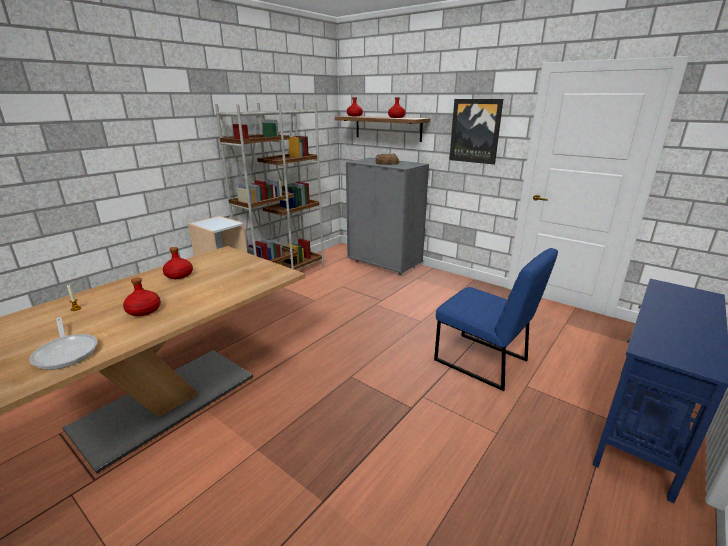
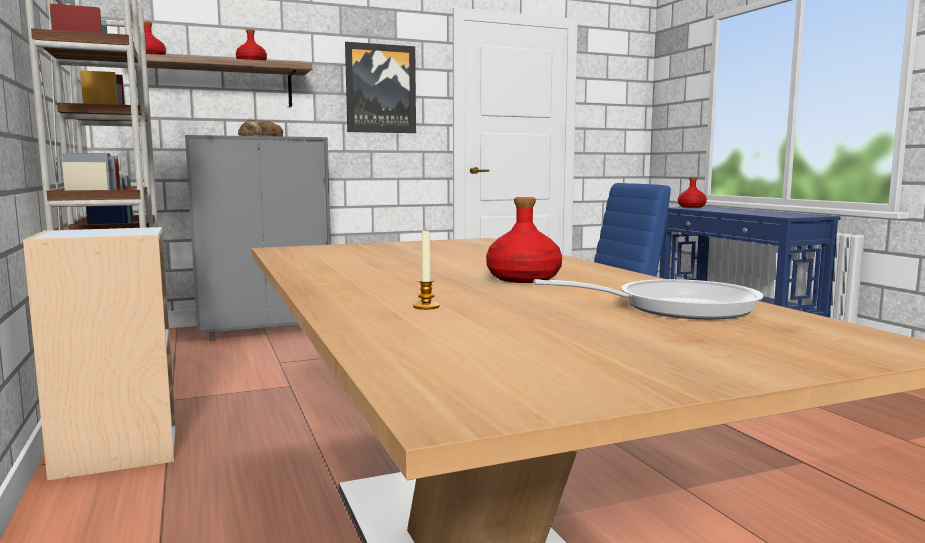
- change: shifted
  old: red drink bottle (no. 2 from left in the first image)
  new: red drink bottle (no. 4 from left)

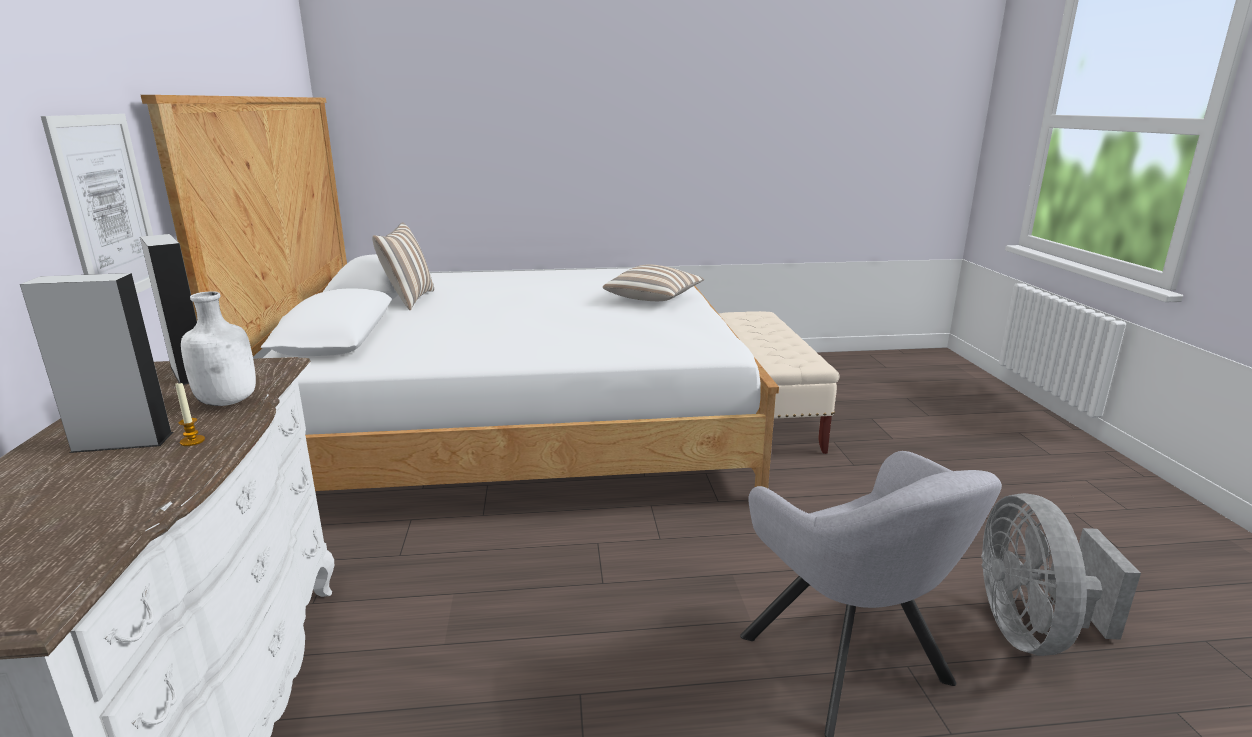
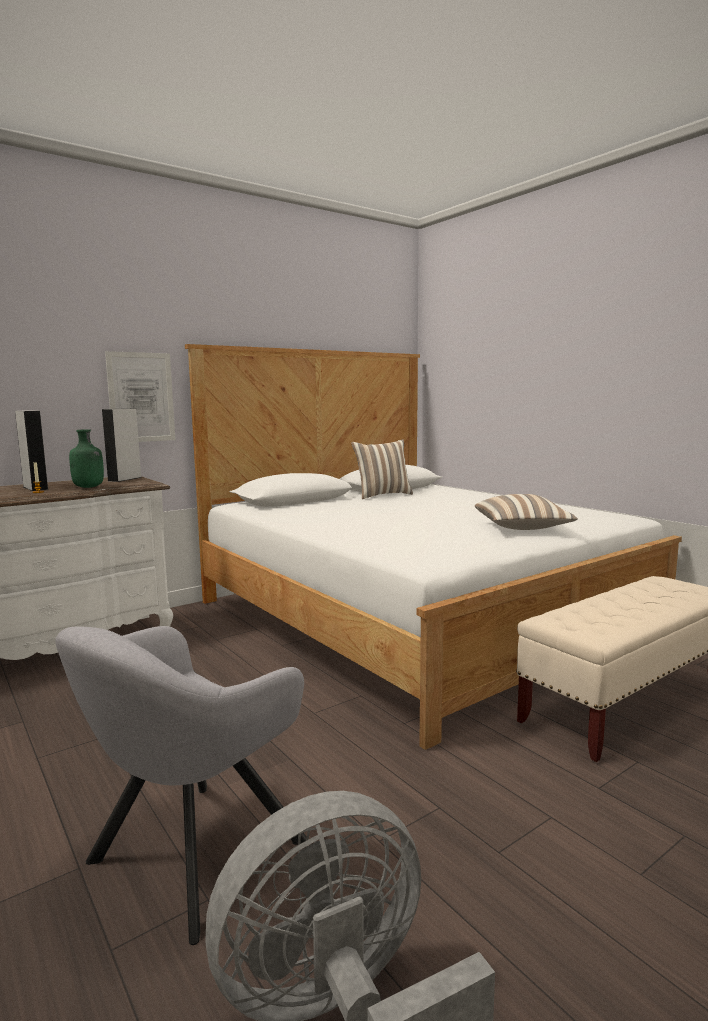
- change: repainted
  old: white drink bottle
  new: green drink bottle

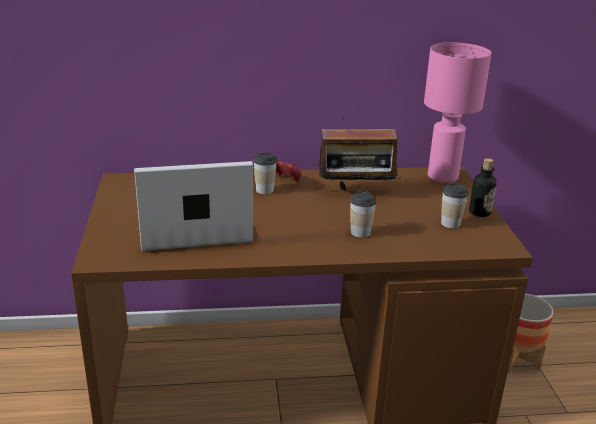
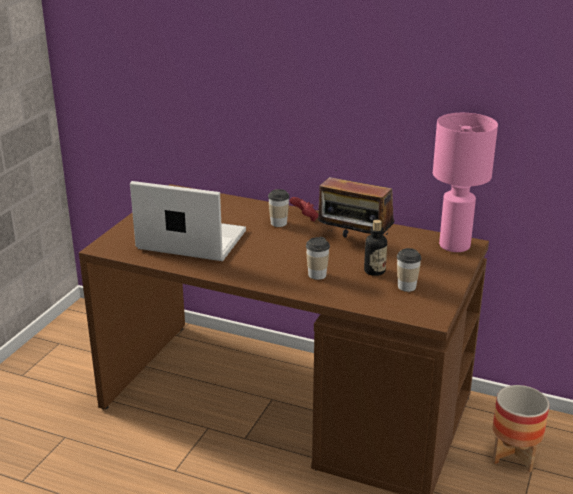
- change: shifted
  old: drink bottle

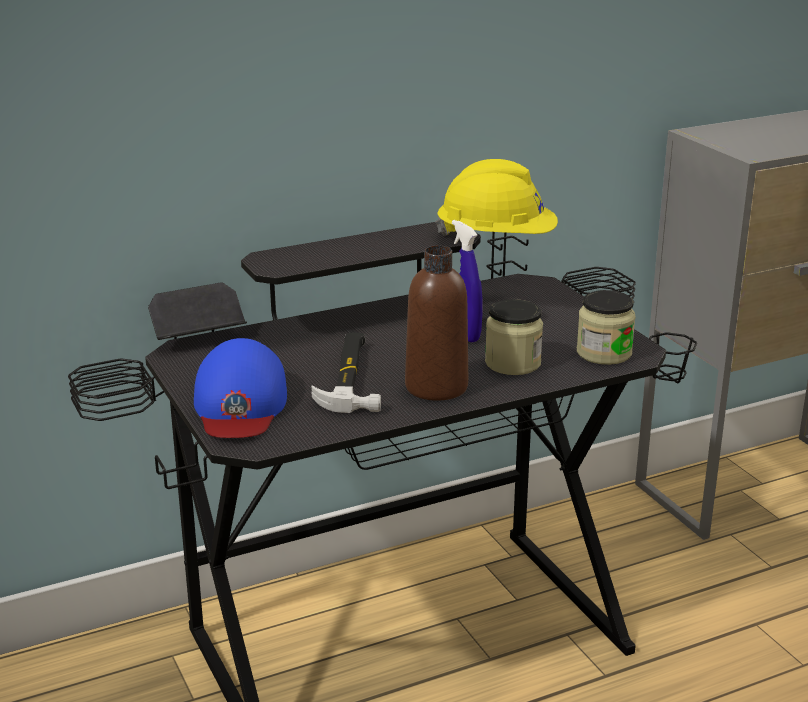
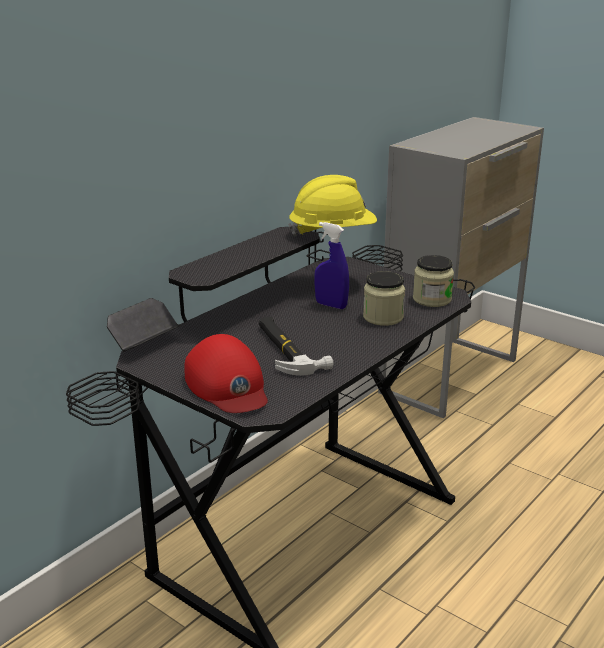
- change: repainted
  old: blue baseball cap
  new: red baseball cap
- change: gone
  old: brown-coloured drink bottle

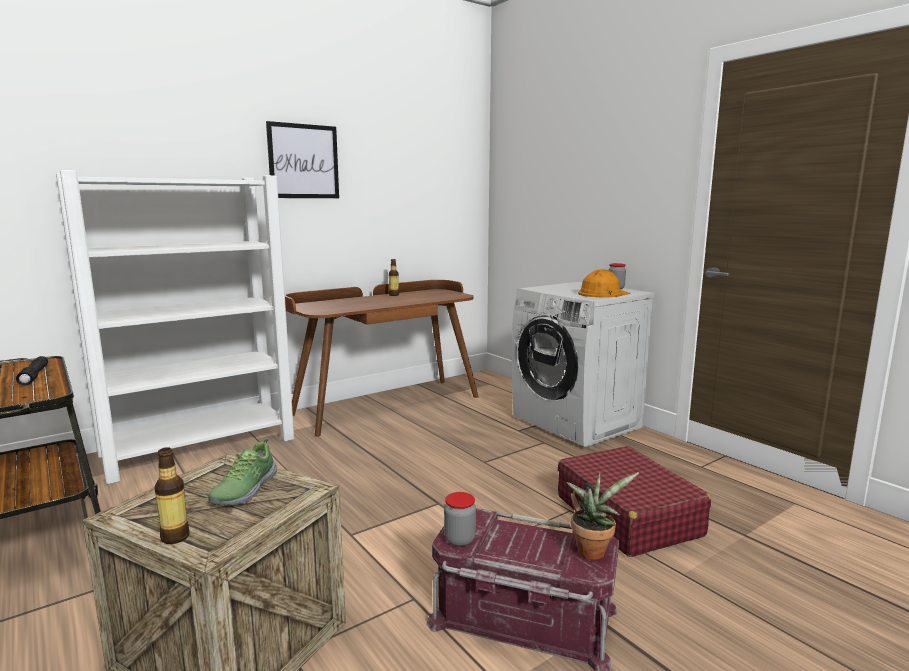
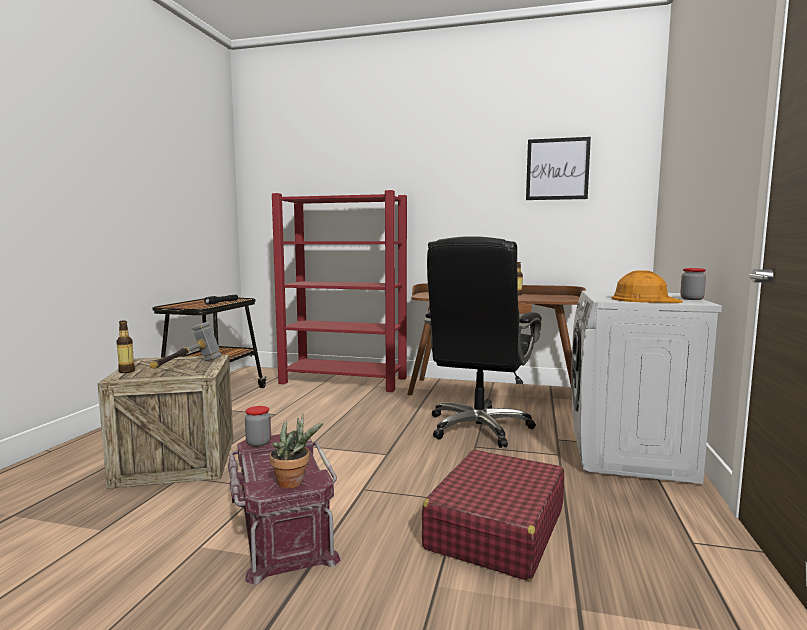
- change: repainted
  old: white bookshelf
  new: red bookshelf
- change: swapped
  old: item of footwear
  new: hammer
- change: shifted
  old: picture
- change: new
  new: black desk chair

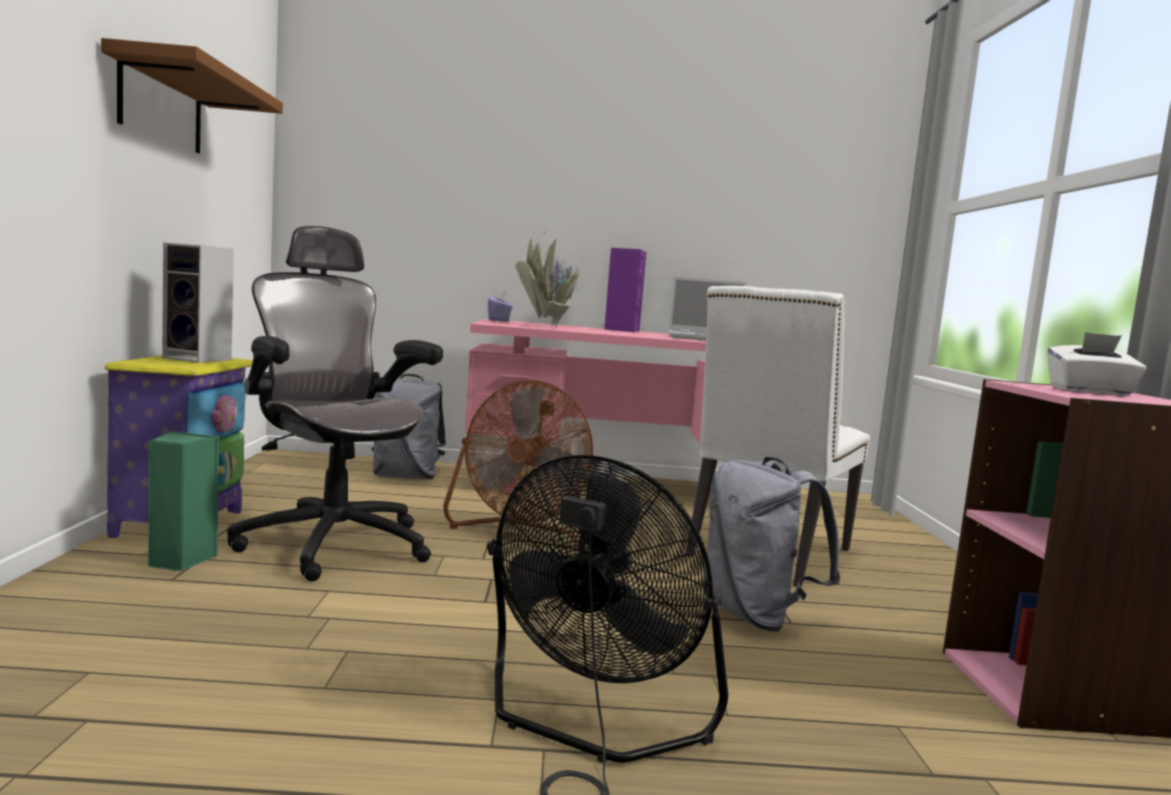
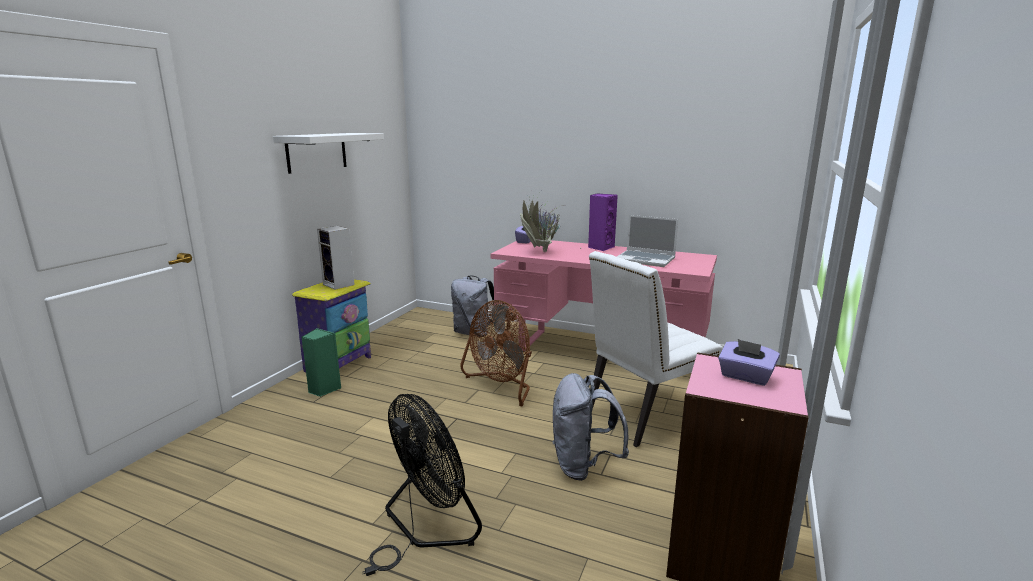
- change: repainted
  old: brown-coloured shelf
  new: white shelf
- change: gone
  old: desk chair
- change: repainted
  old: white tissue holder
  new: purplish tissue holder (no. 2 from left)

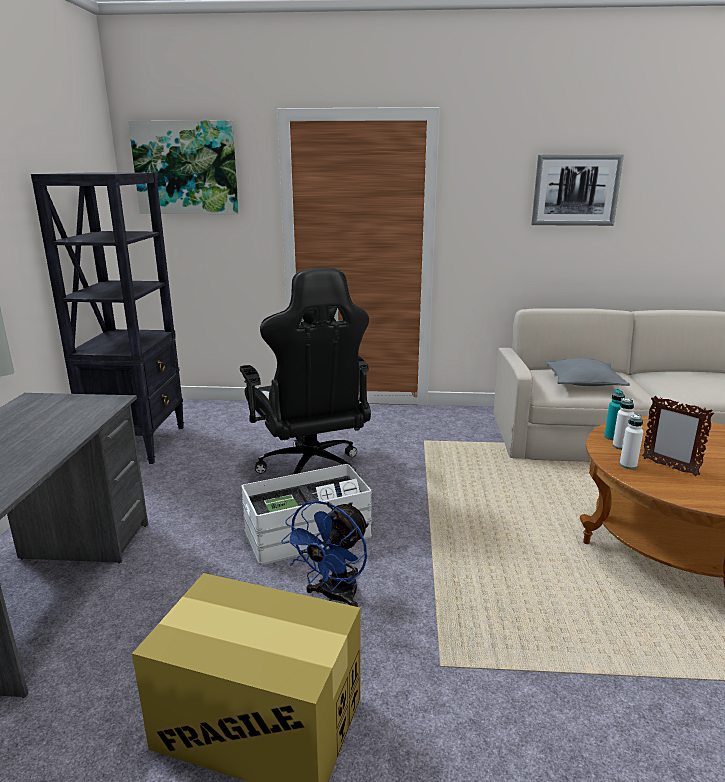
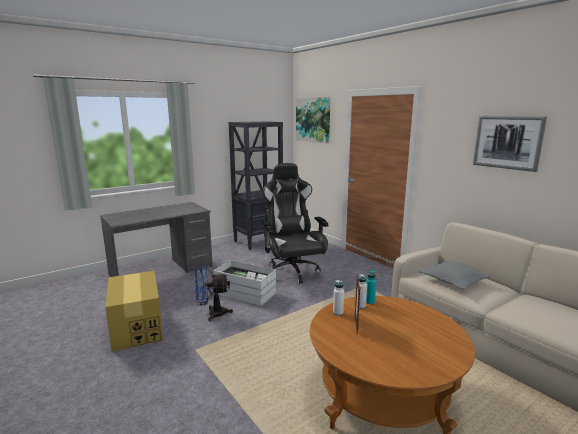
- change: rotated
  old: black desk chair
  degrees: 135

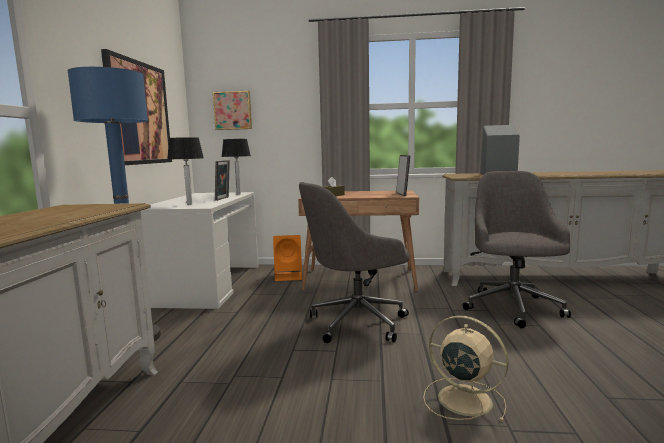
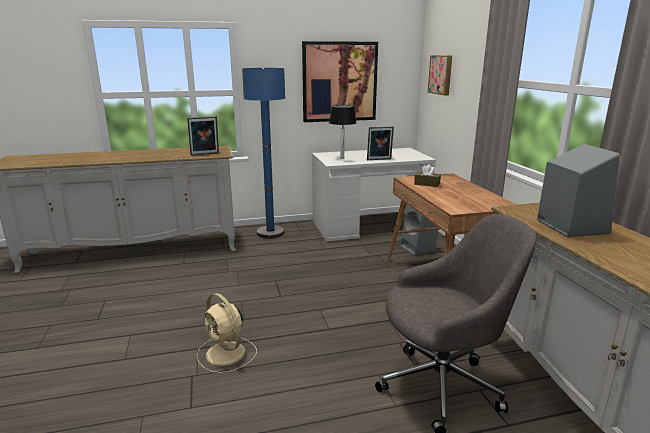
- change: gone
  old: table lamp (no. 2 from left)
- change: repainted
  old: orangey audio speaker
  new: gray audio speaker (no. 1 from left)
- change: gone
  old: gray desk chair (no. 1 from left)
- change: shifted
  old: picture frame (no. 2 from left in the first image)
  new: picture frame (no. 1 from left)
- change: rotated
  old: sand-coloured fan
  degrees: 120

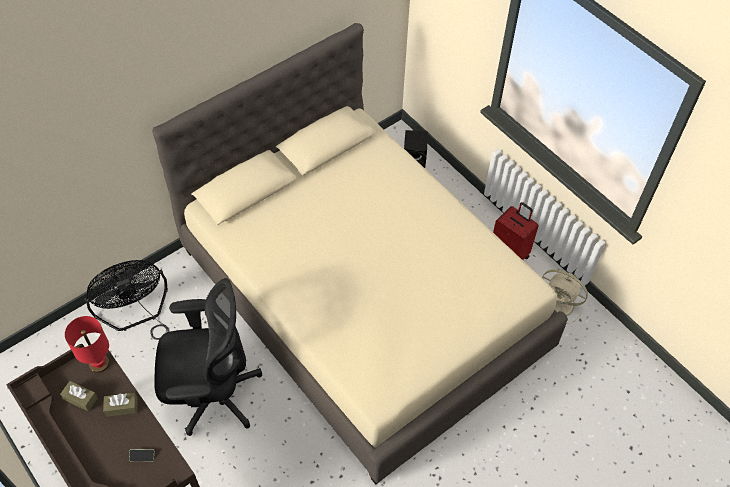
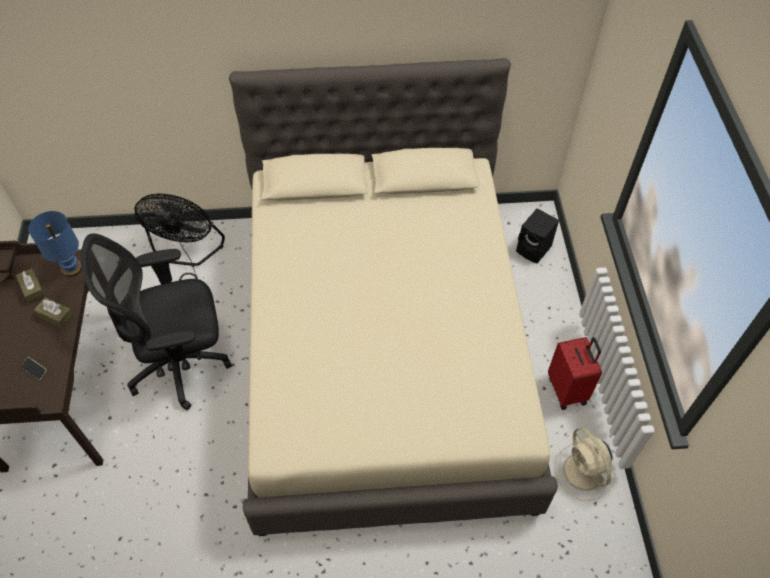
- change: repainted
  old: red table lamp
  new: blue table lamp
- change: rotated
  old: black desk chair
  degrees: 135

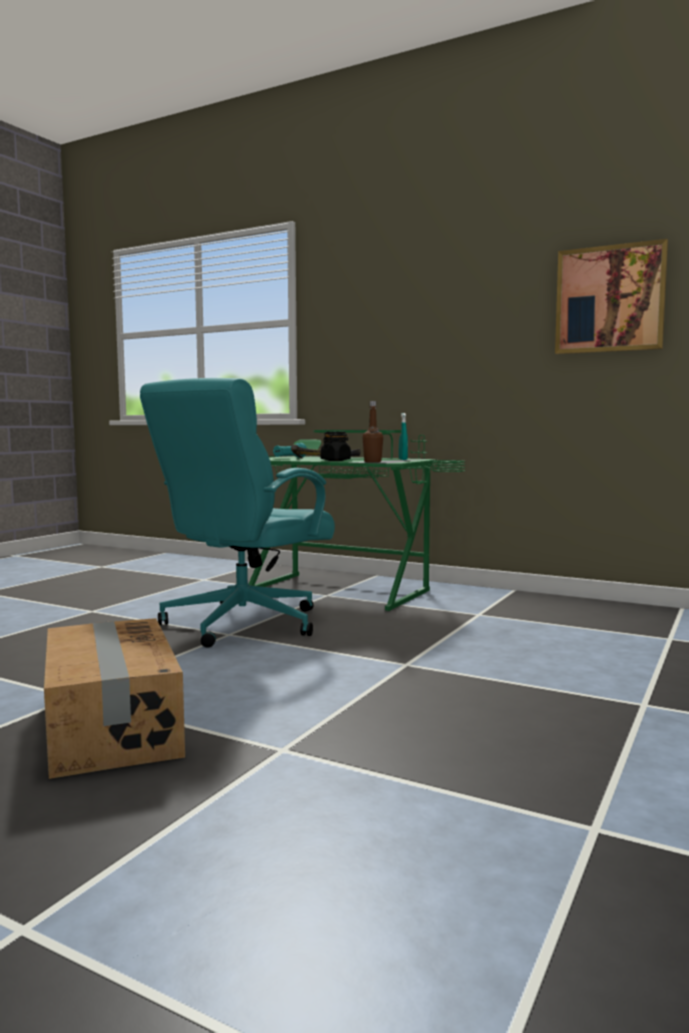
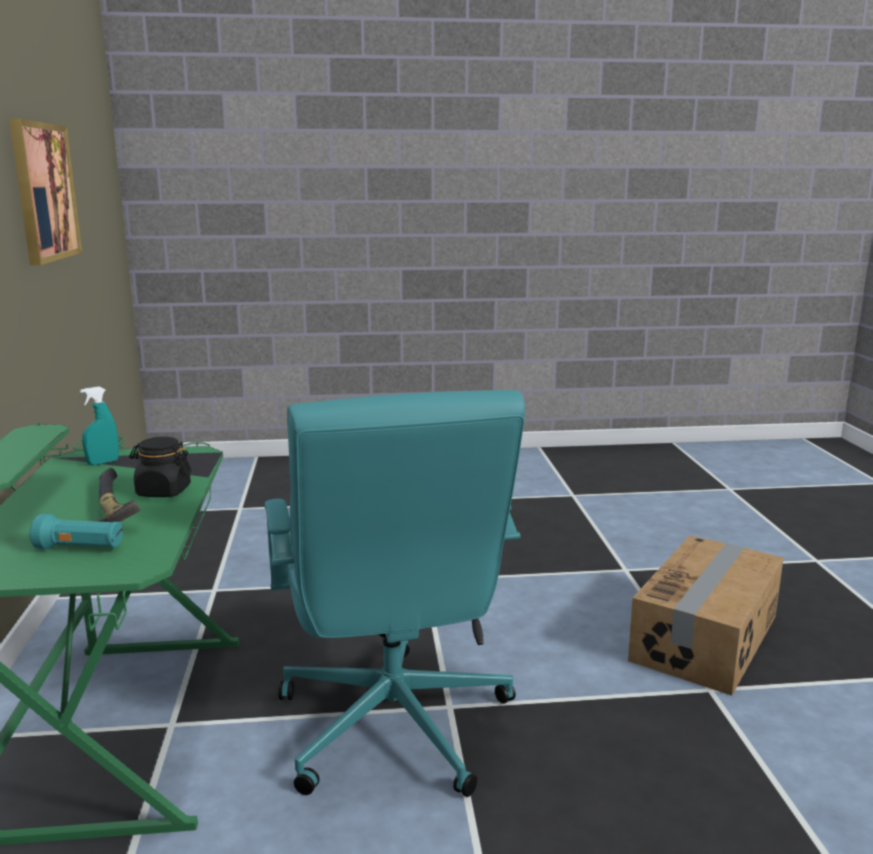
- change: rotated
  old: turquoise desk chair
  degrees: 75
- change: gone
  old: brown-coloured drink bottle

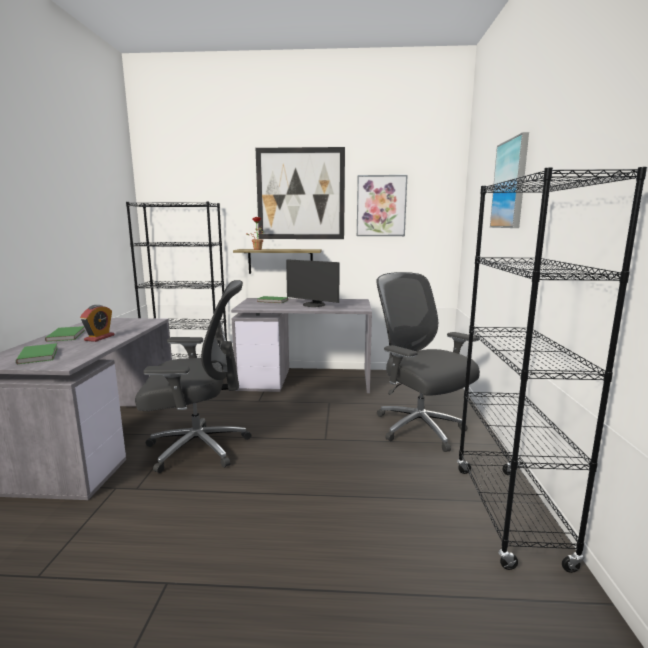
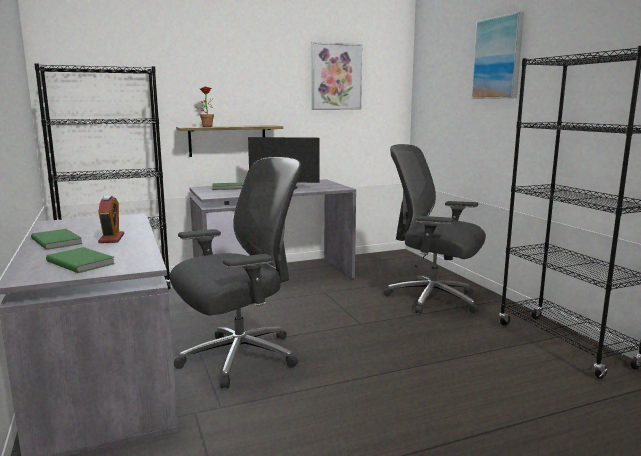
- change: gone
  old: picture (no. 1 from left)

